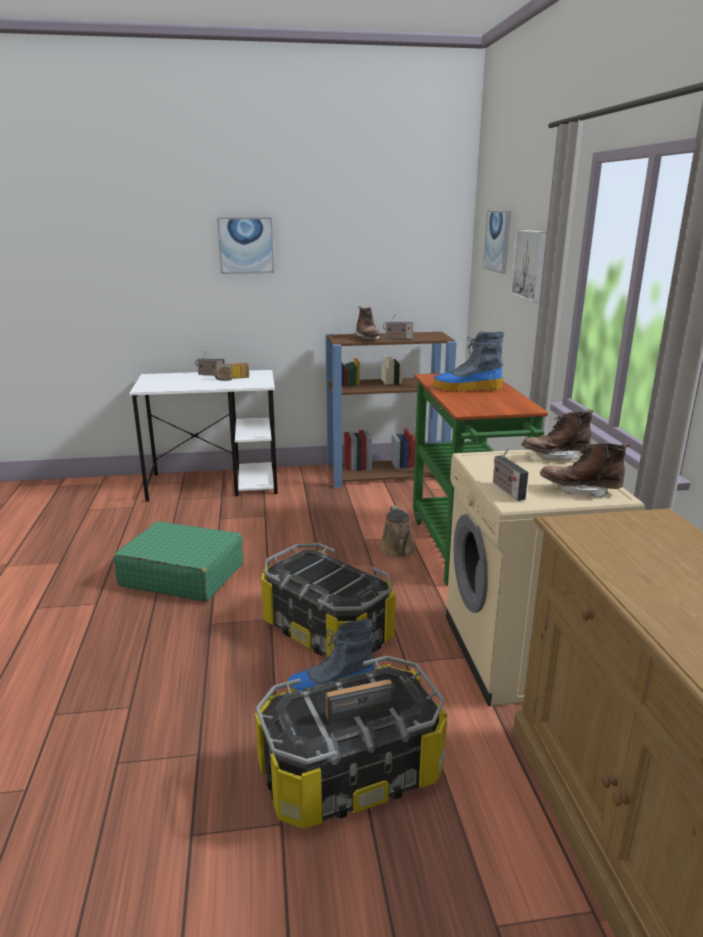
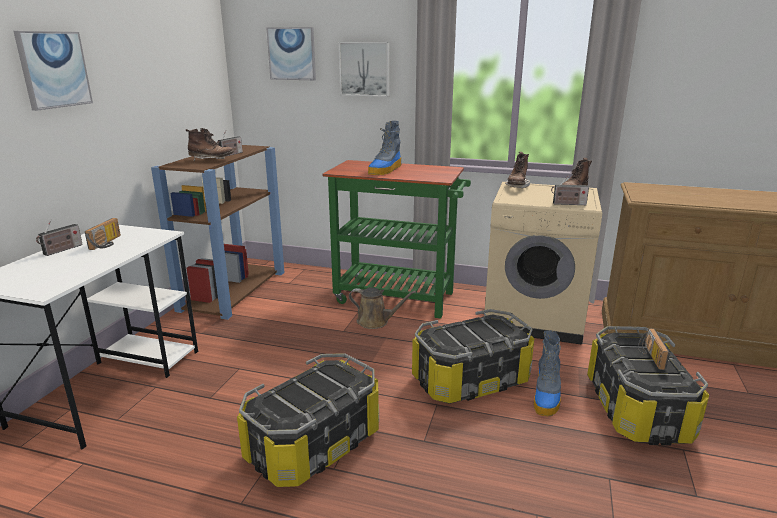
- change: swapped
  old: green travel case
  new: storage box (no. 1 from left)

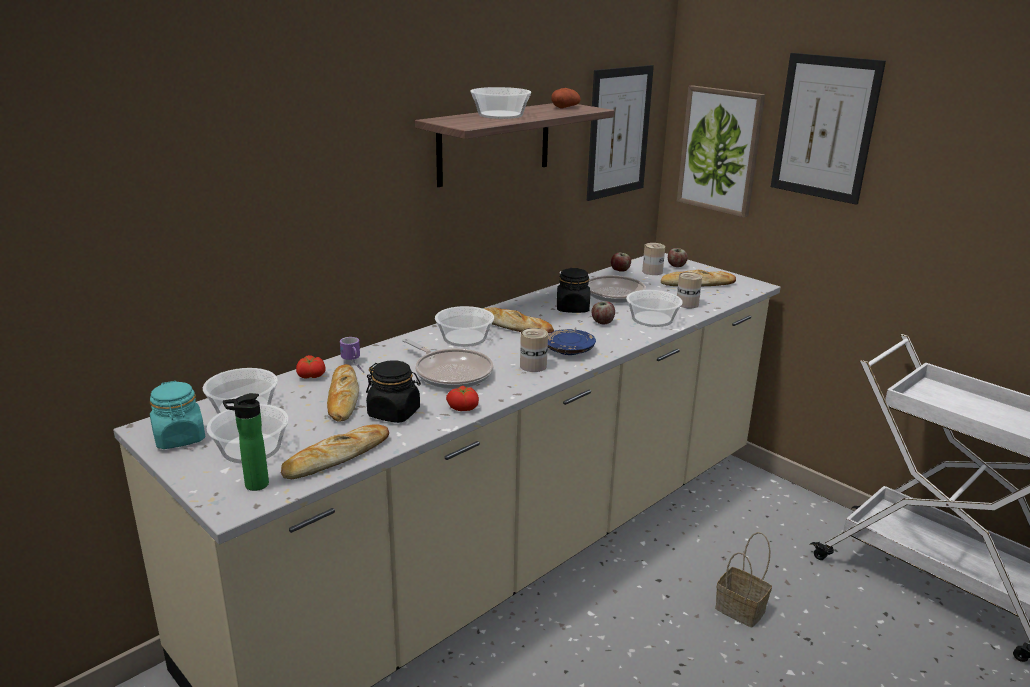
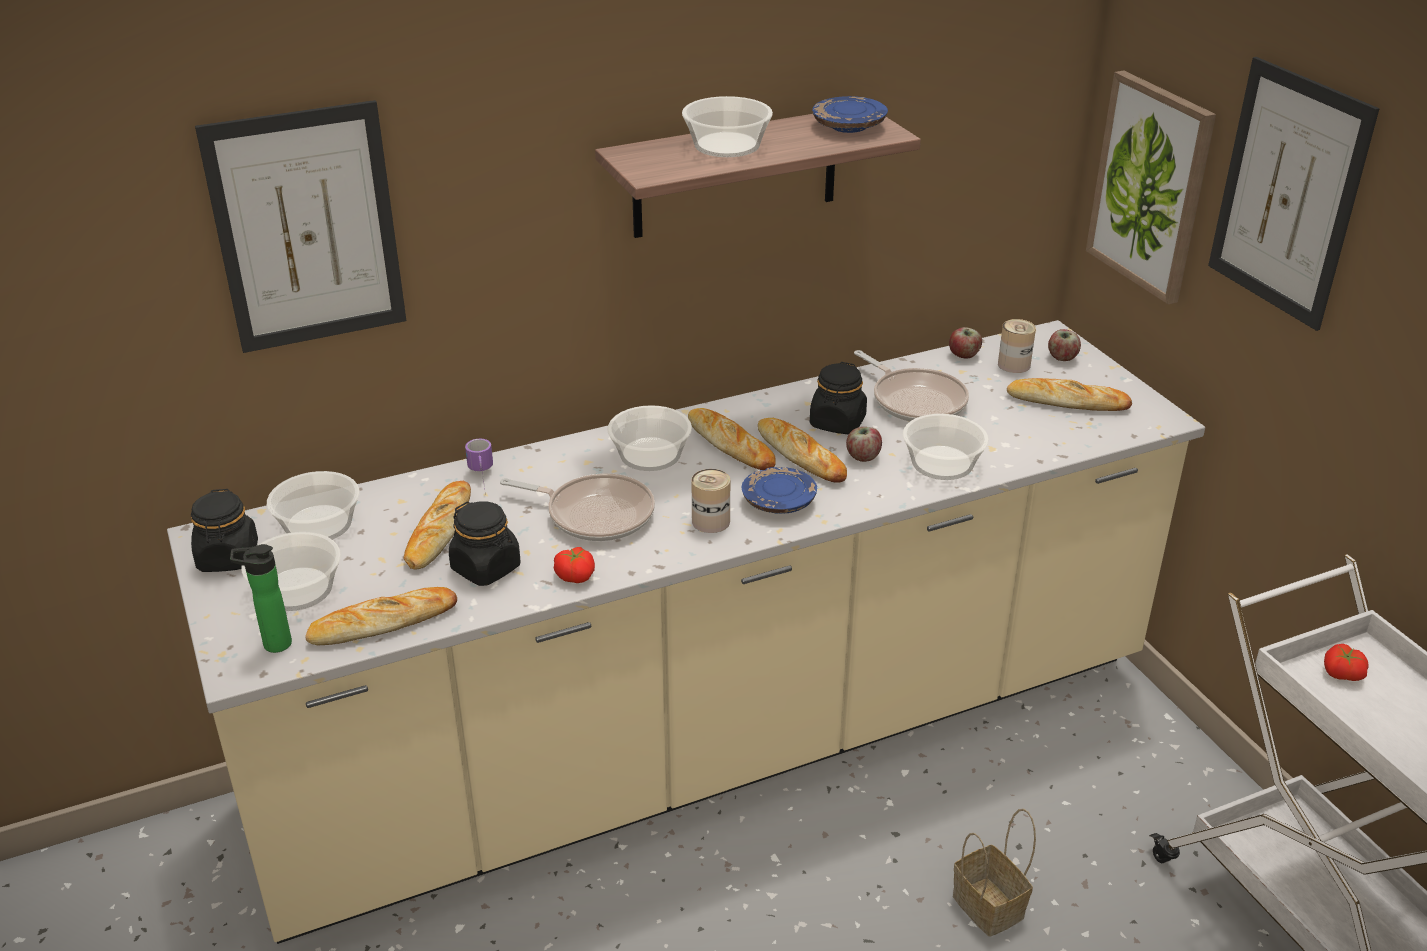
- change: repainted
  old: turquoise storage jar
  new: black storage jar (no. 1 from left)
- change: shifted
  old: whole tomato (no. 1 from left in the first image)
  new: whole tomato (no. 2 from left)
- change: rotated
  old: frying pan (no. 1 from left)
  degrees: -45
- change: swapped
  old: potato
  new: blue plate (no. 2 from left)
- change: shifted
  old: picture (no. 1 from left)
- change: gone
  old: can (no. 3 from left)
- change: new
  new: bakery bread (no. 4 from left)

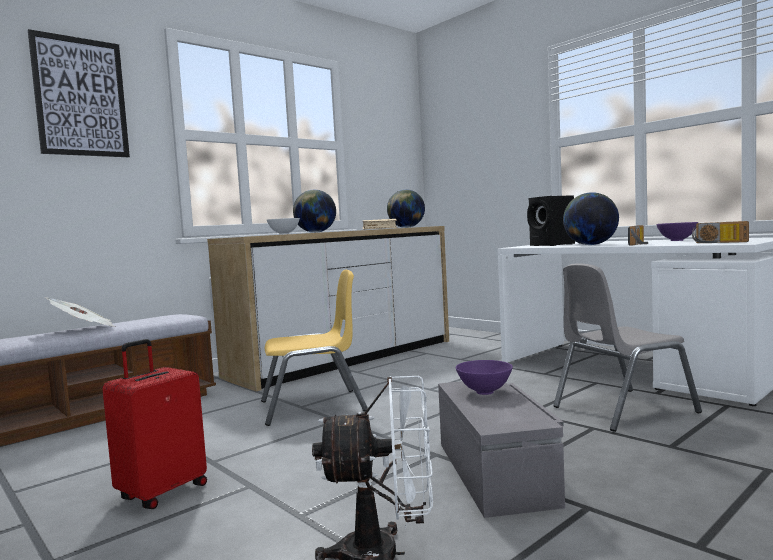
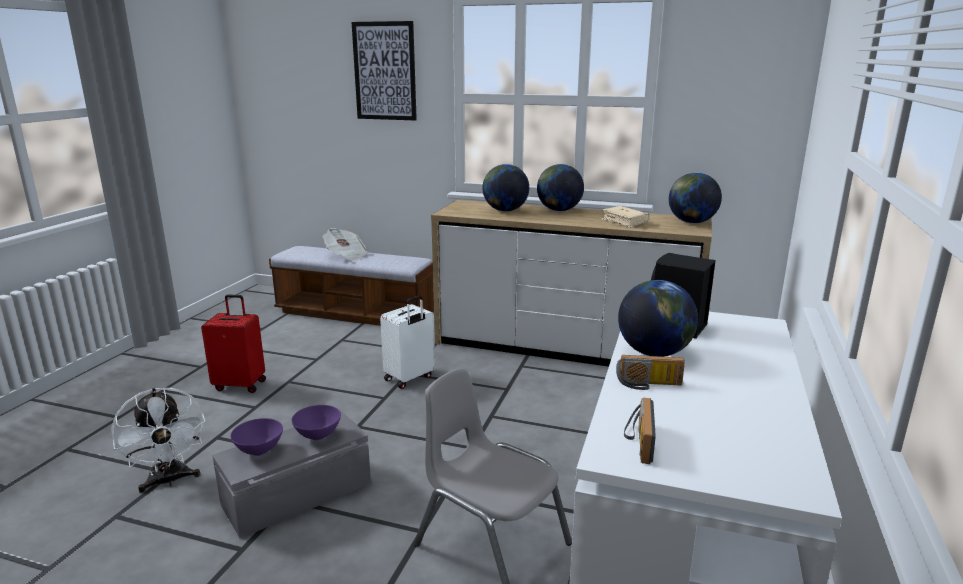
- change: swapped
  old: yellowish upright chair
  new: white travel case
- change: swapped
  old: white serving bowl
  new: world globe (no. 1 from left)
- change: shifted
  old: purplish serving bowl (no. 2 from left in the first image)
  new: purplish serving bowl (no. 1 from left)

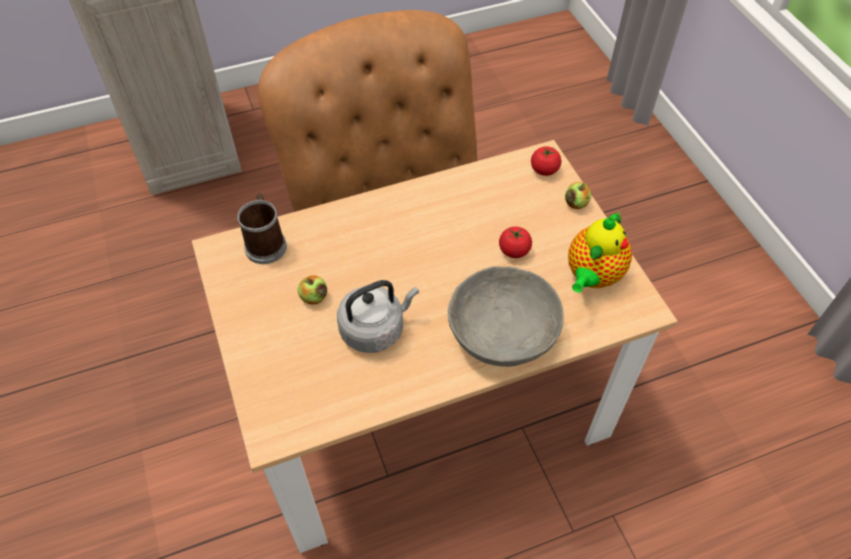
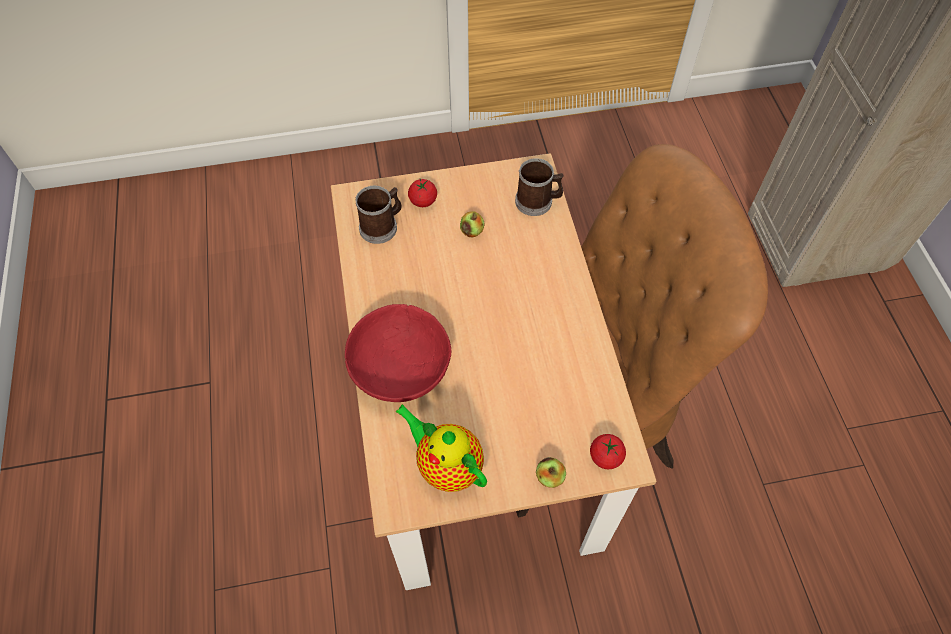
- change: gone
  old: gray kettle
- change: repainted
  old: gray serving bowl
  new: red serving bowl
- change: shifted
  old: whole tomato (no. 1 from left)
- change: new
  new: mug (no. 1 from left)

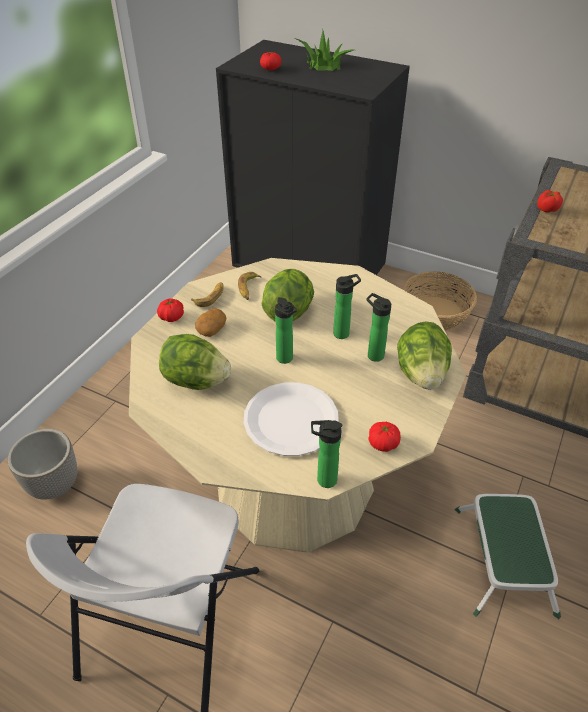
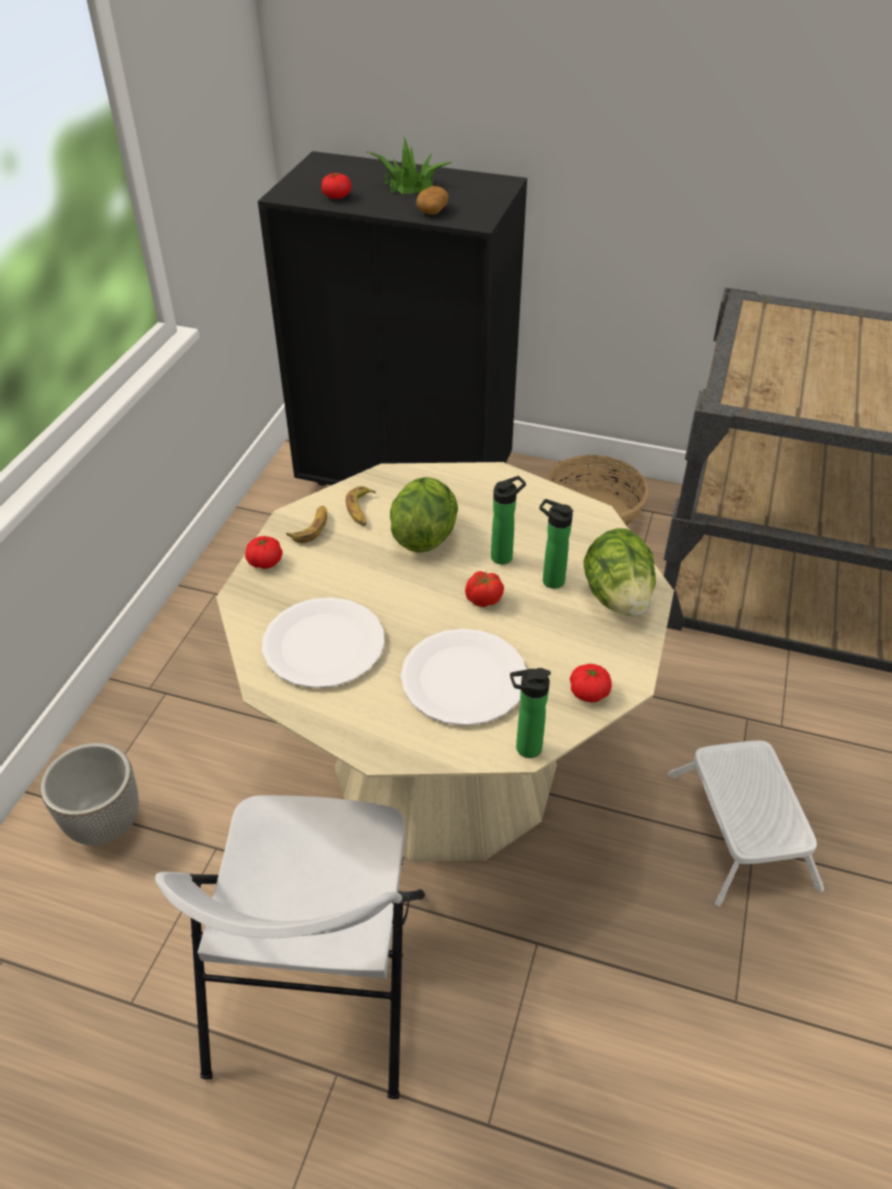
- change: swapped
  old: lettuce head (no. 1 from left)
  new: white plate (no. 1 from left)
- change: shifted
  old: potato
- change: gone
  old: drink bottle (no. 1 from left)
- change: repainted
  old: green stepladder
  new: white stepladder
- change: shifted
  old: whole tomato (no. 4 from left in the first image)
  new: whole tomato (no. 3 from left)

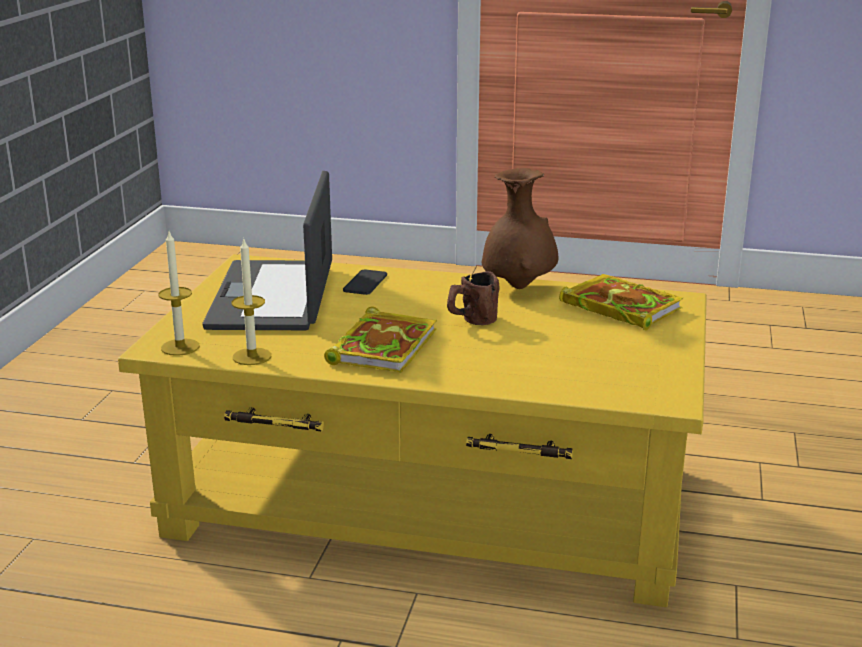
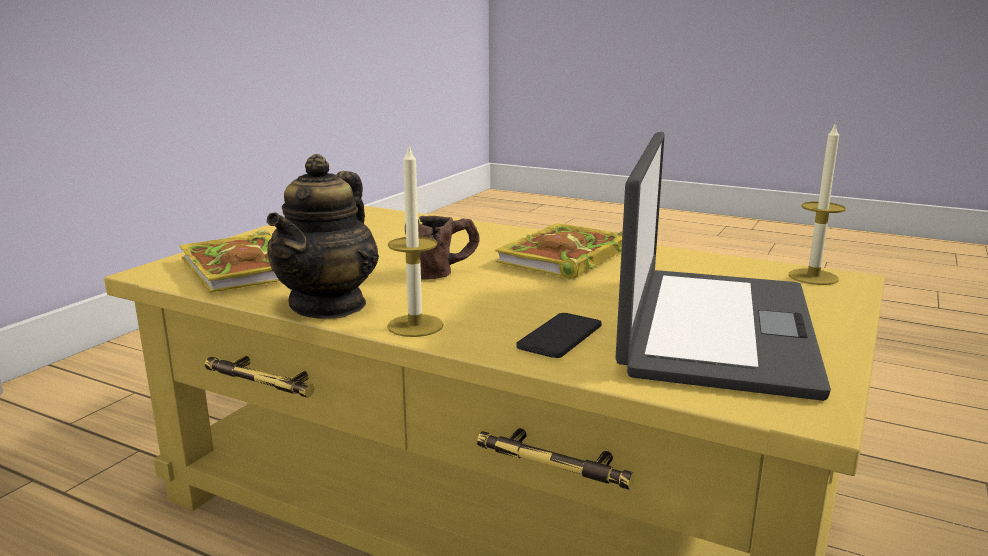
- change: shifted
  old: wax candle (no. 2 from left in the first image)
  new: wax candle (no. 1 from left)
- change: swapped
  old: brown-coloured flower vase
  new: pot for tea

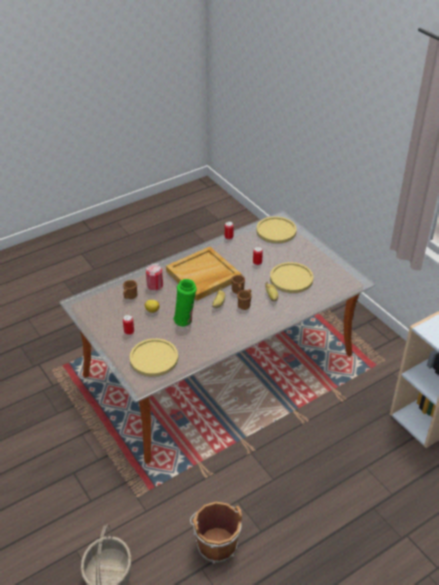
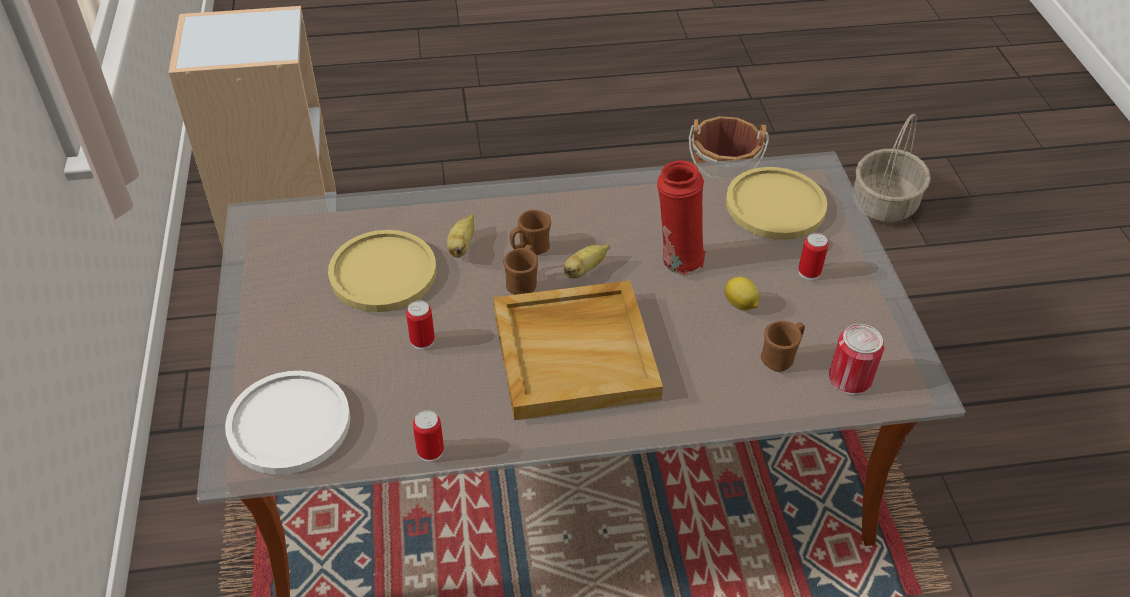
- change: shifted
  old: can (no. 2 from left in the first image)
  new: can (no. 4 from left)
- change: repainted
  old: green flower vase
  new: red flower vase
- change: repainted
  old: yellowish plate (no. 2 from left)
  new: white plate

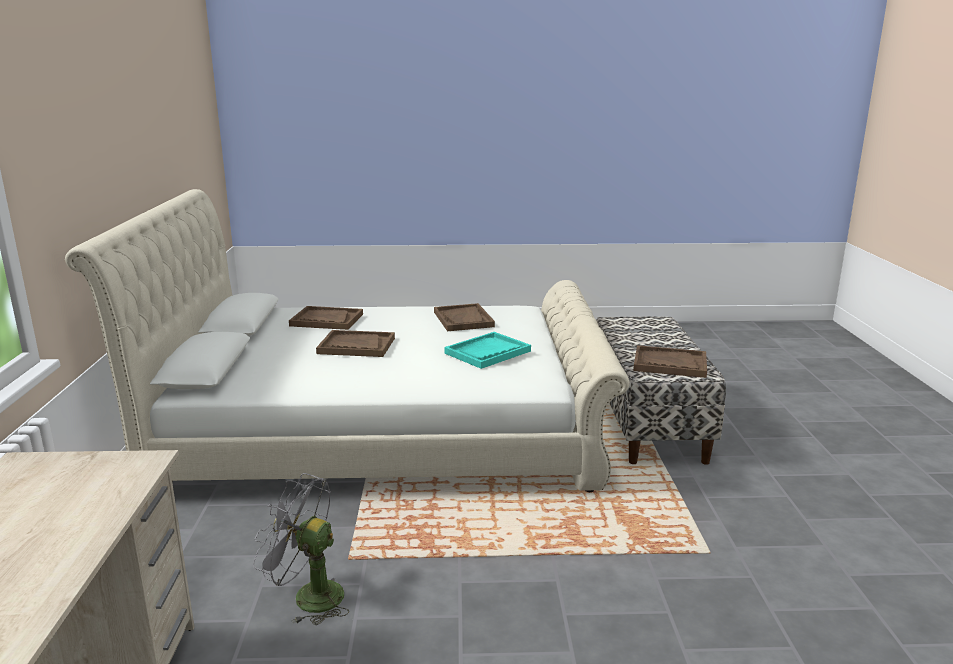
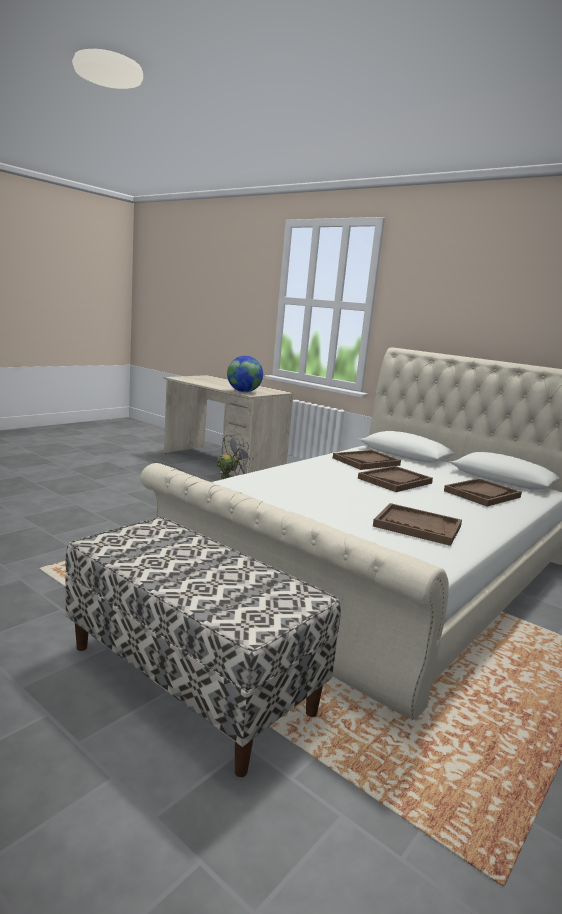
- change: gone
  old: turquoise carrying tray
- change: shifted
  old: brown-coloured carrying tray (no. 4 from left in the first image)
  new: brown-coloured carrying tray (no. 1 from left)
- change: new
  new: world globe

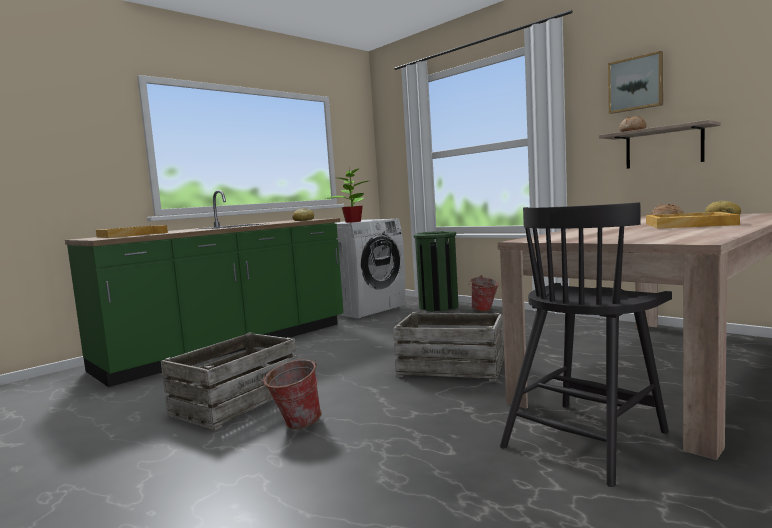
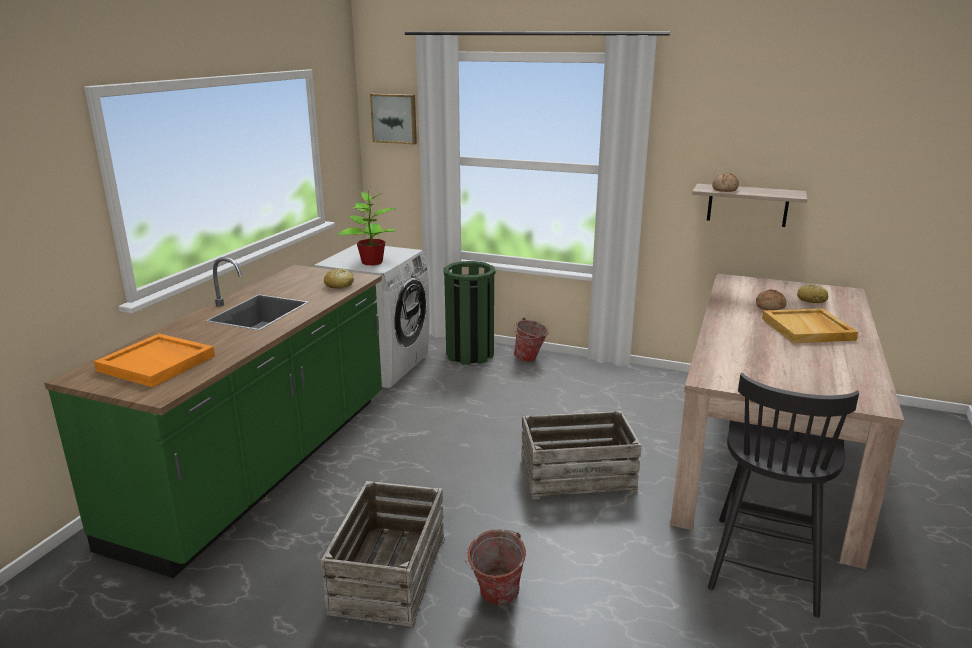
- change: repainted
  old: sand-coloured carrying tray (no. 1 from left)
  new: orangey carrying tray
- change: shifted
  old: picture

